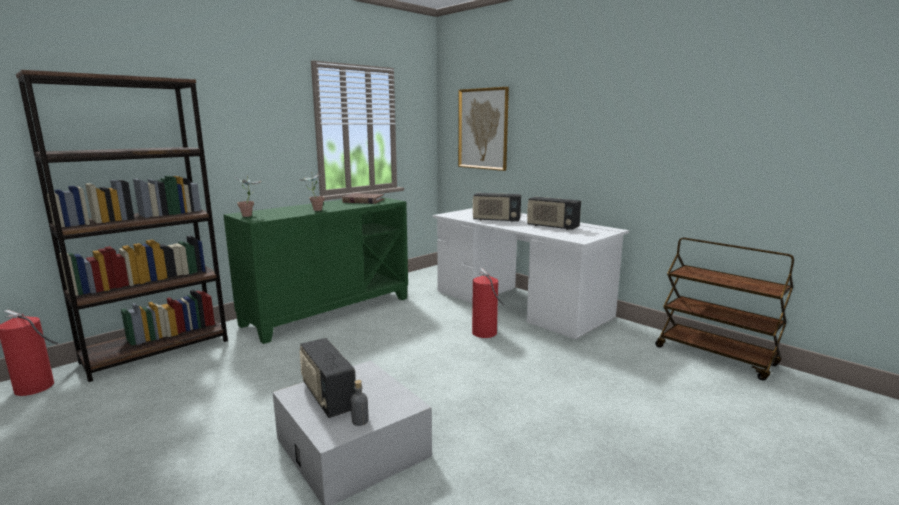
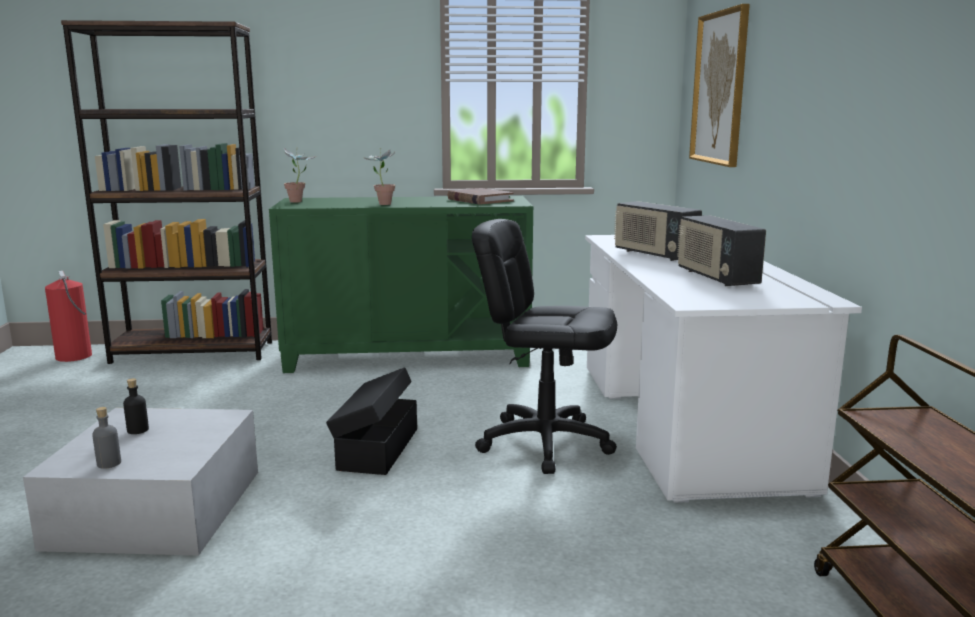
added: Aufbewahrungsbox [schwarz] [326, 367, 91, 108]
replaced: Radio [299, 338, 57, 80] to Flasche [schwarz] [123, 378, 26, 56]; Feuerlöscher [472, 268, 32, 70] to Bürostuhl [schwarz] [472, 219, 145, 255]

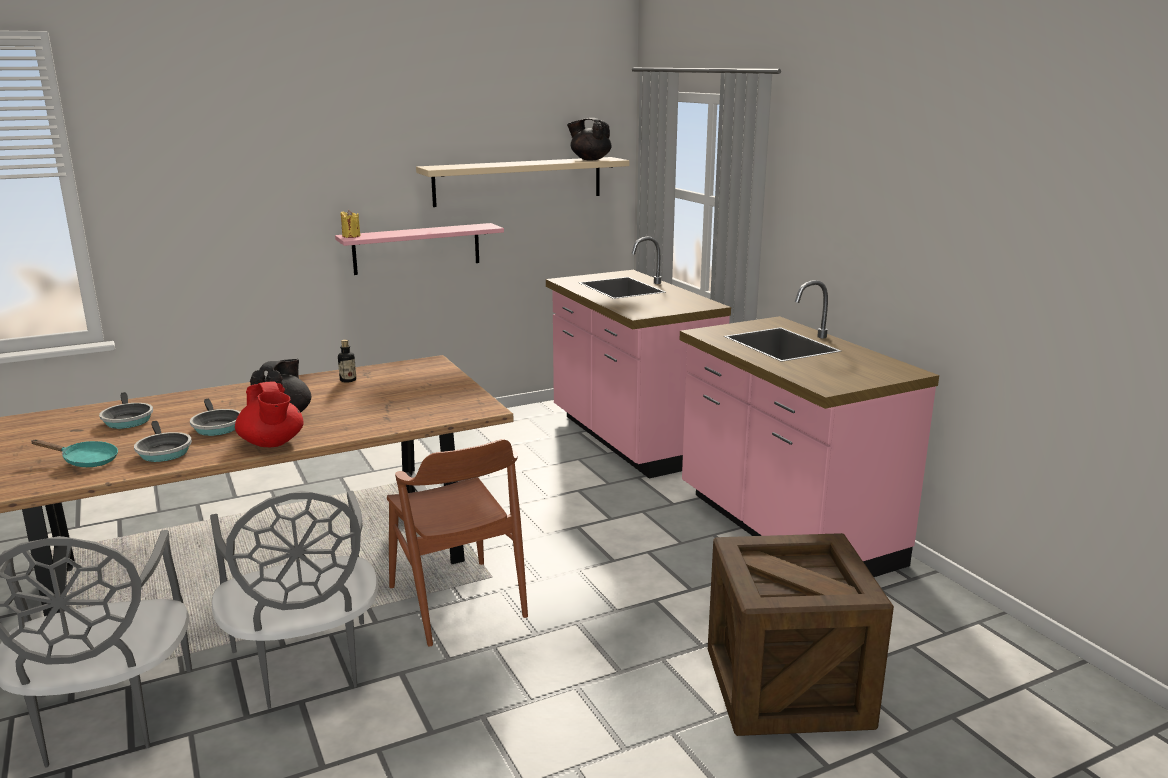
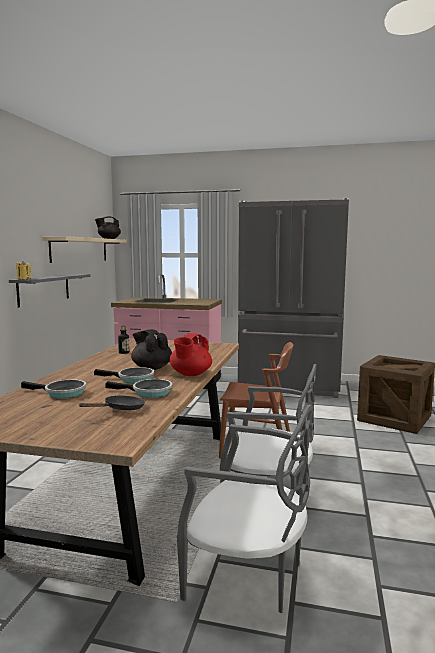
replaced: Küchenzeile [rosa] [680, 280, 259, 297] to Kühlschrank [grau] [238, 198, 111, 200]
recoloured: Pfanne [türkis] [31, 439, 87, 28] to Pfanne [schwarz] [78, 396, 67, 14]; Wandregal [rosa] [335, 223, 169, 52] to Wandregal [grau] [9, 274, 82, 34]
turned: Teekanne [rot] [235, 381, 69, 66] = [169, 333, 43, 43] 105 degrees clockwise

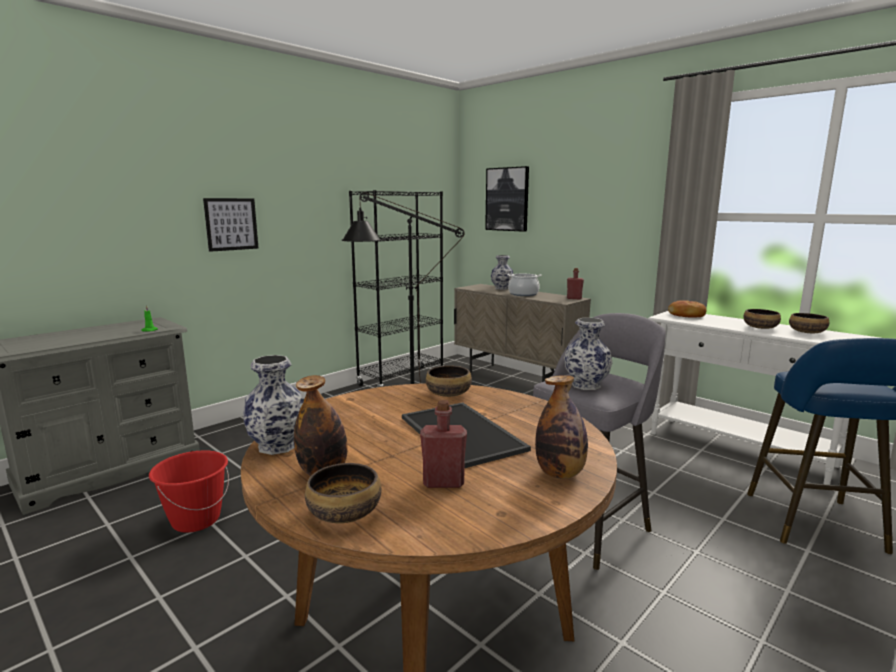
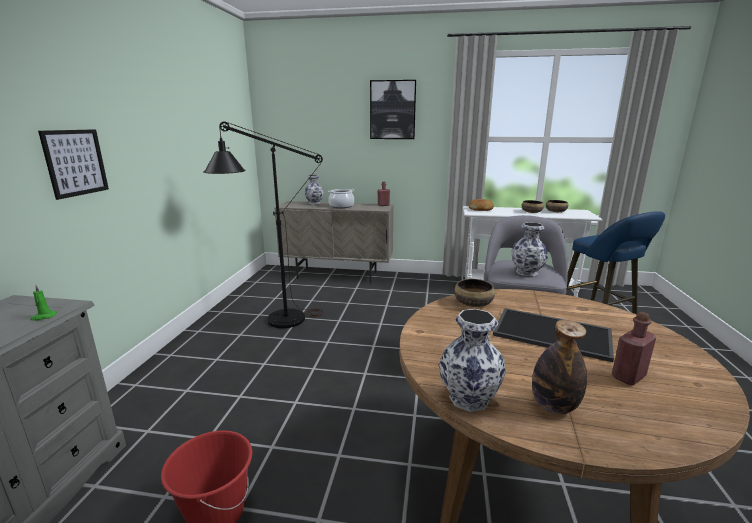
removed: Schüssel [305, 463, 76, 60]; Bücherregal [schwarz] [349, 190, 94, 198]; Flasche [535, 375, 53, 104]
moved: Bild [485, 166, 44, 66] to [370, 80, 46, 59]

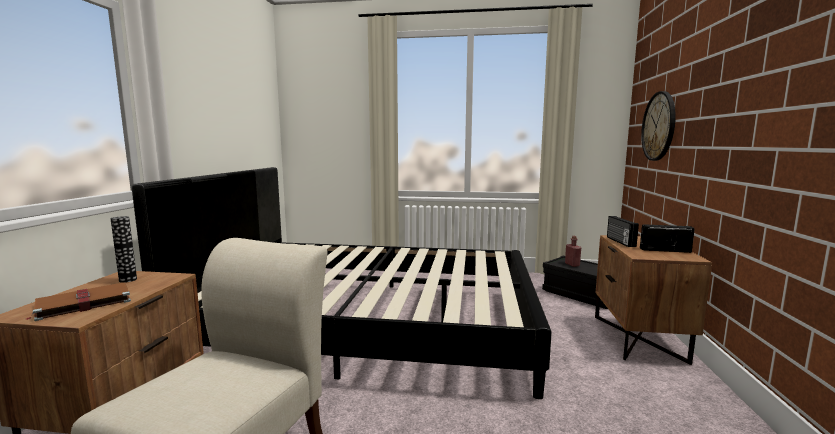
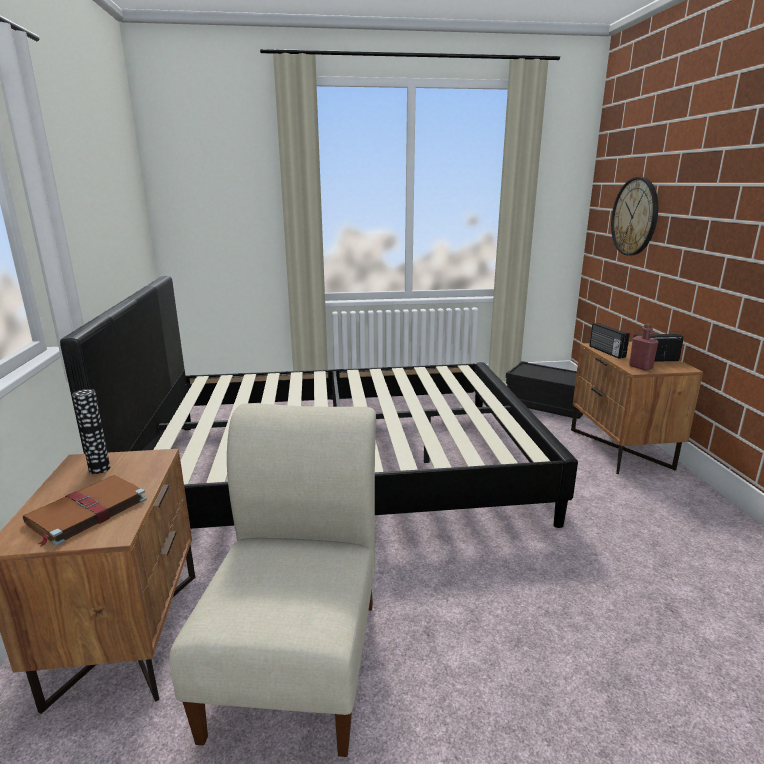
moved: Flasche [rot] [565, 236, 16, 31] to [629, 323, 29, 48]

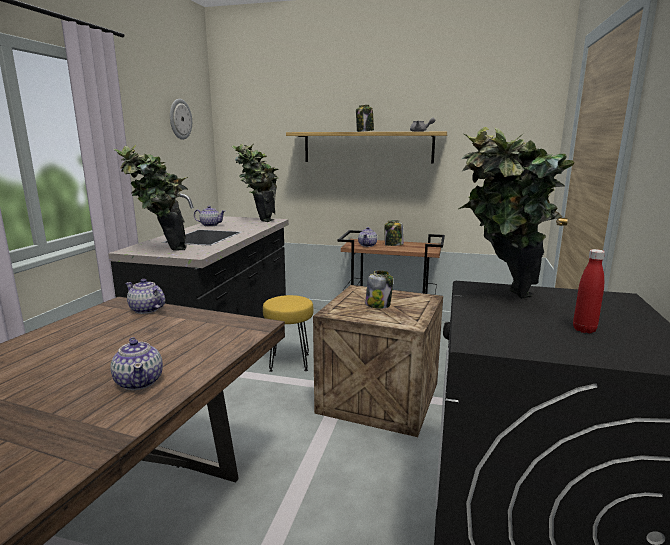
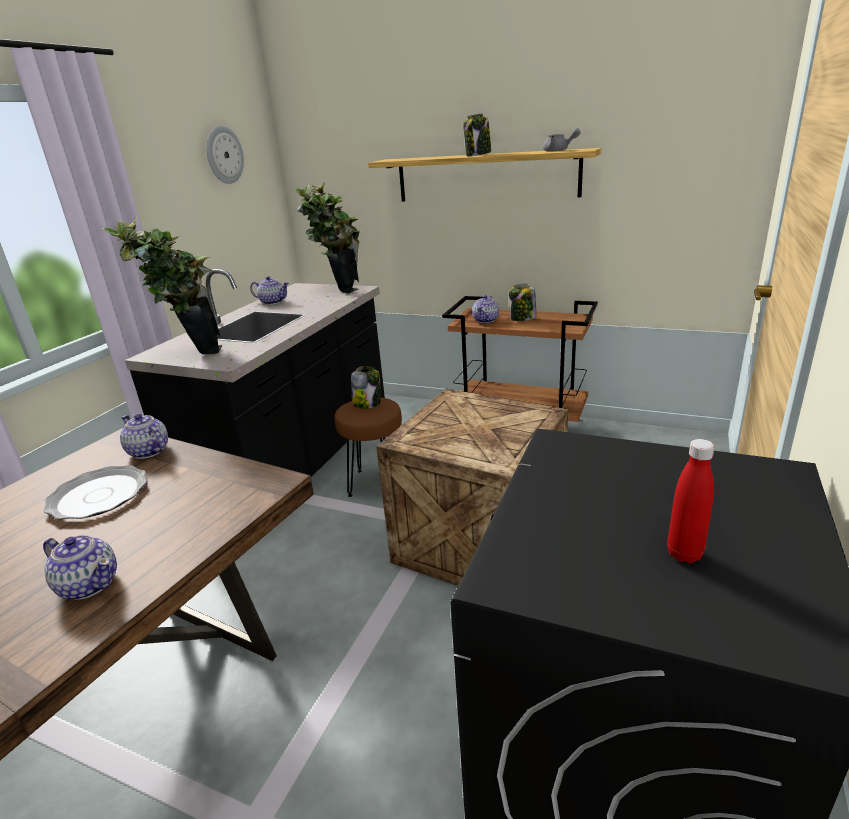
removed: Topfpflanze [458, 127, 117, 172]
added: Teller [43, 465, 104, 54]
moved: Vorratsglas [365, 270, 28, 39] to [351, 366, 30, 43]
recoloured: Hocker [gelb] [263, 295, 51, 77] to Hocker [braun] [334, 398, 68, 99]
turned: Teekanne [110, 337, 53, 53] = [43, 535, 74, 65] 45 degrees counterclockwise

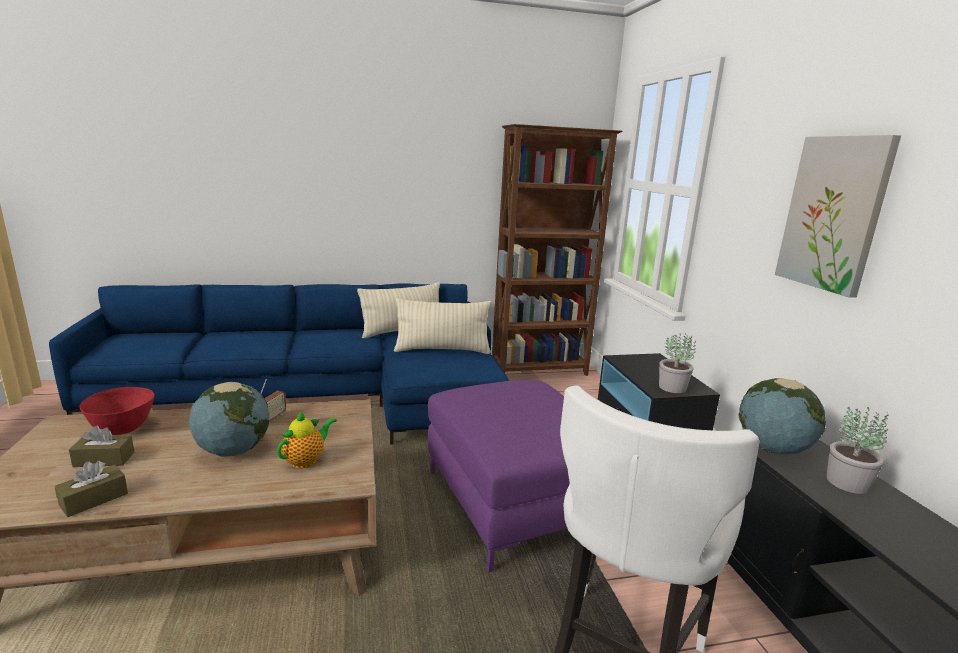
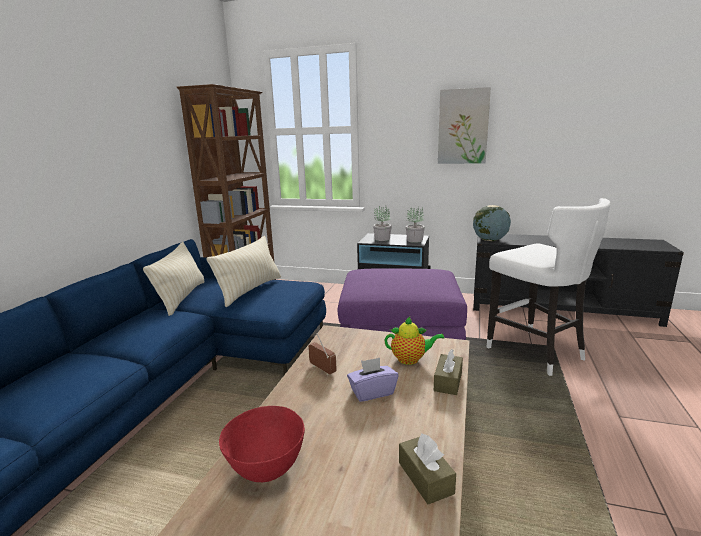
moved: Taschentuchbox [braun] [69, 425, 65, 42] to [434, 349, 29, 46]; Topfpflanze [827, 407, 61, 87] to [373, 206, 19, 35]
replaced: Globus [189, 382, 80, 75] to Taschentuchbox [lila] [347, 358, 51, 44]
turned: Teekanne [277, 412, 60, 57] = [384, 317, 60, 48] 120 degrees clockwise

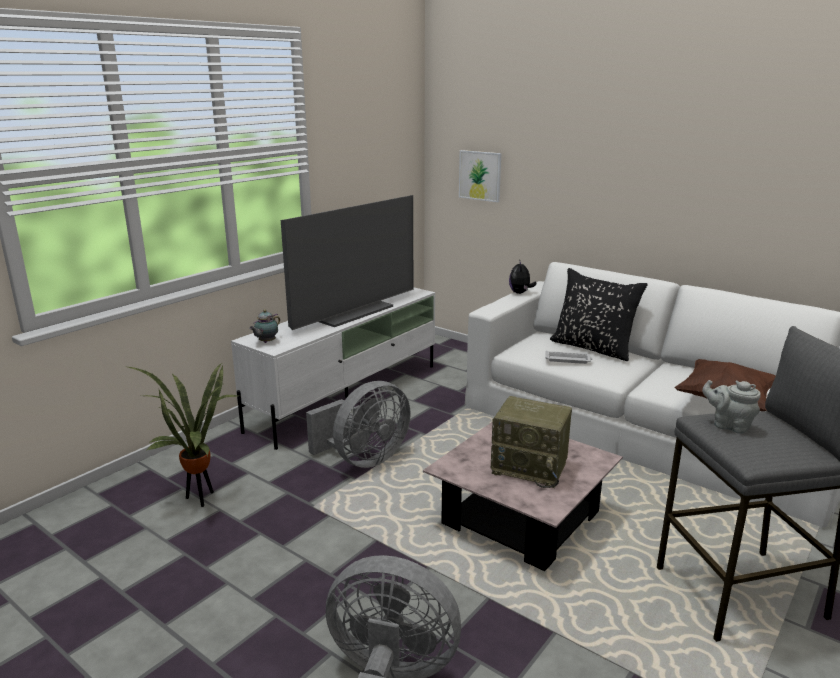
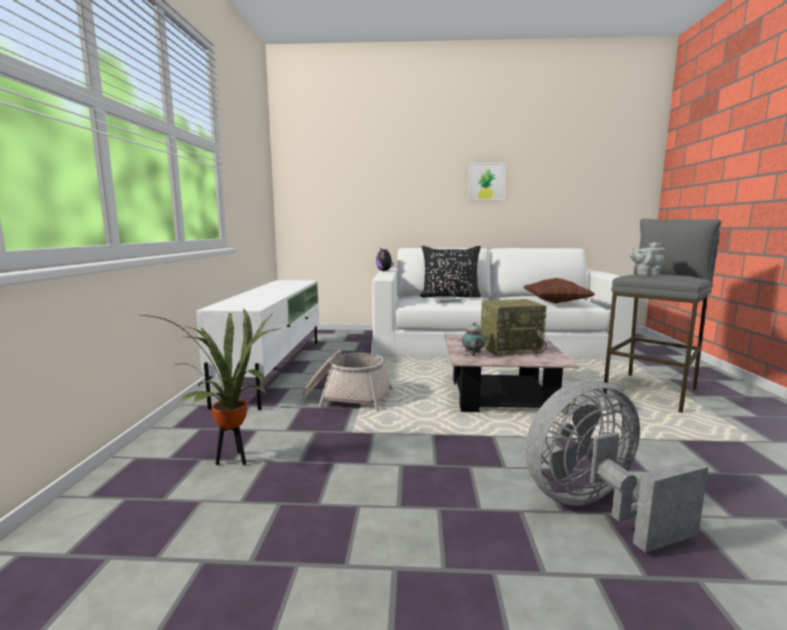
removed: Fernseher [281, 195, 132, 135]
moved: Teekanne [249, 310, 31, 33] to [462, 322, 24, 33]; Bild [459, 150, 42, 52] to [468, 163, 38, 37]
replaced: Ventilator [grau] [306, 381, 105, 87] to Korb [302, 350, 91, 61]

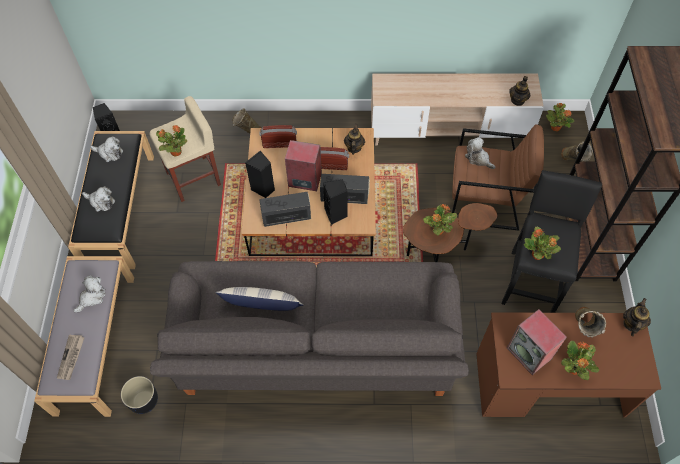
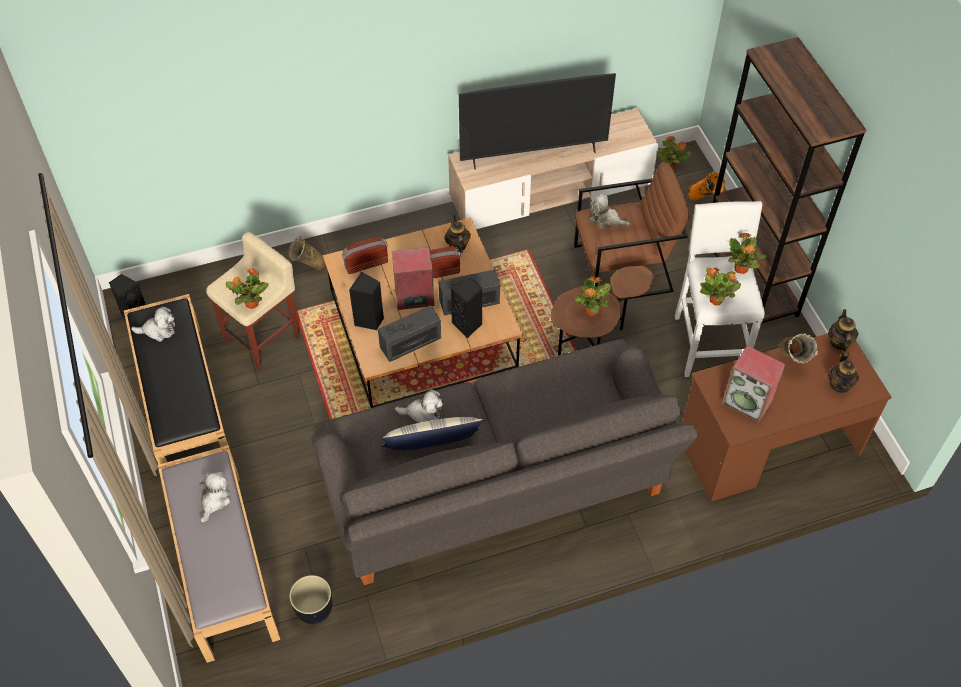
removed: Zeitung [57, 335, 28, 45]
added: Fernseher [459, 73, 157, 97]
moved: Plüschtier [82, 186, 33, 26] to [395, 389, 48, 34]; Teekanne [509, 76, 21, 30] to [828, 351, 31, 42]; Topfpflanze [561, 341, 38, 39] to [728, 232, 38, 42]
recoloured: Hocker [schwarz] [502, 170, 100, 143] to Hocker [weiß] [675, 201, 90, 176]; Vase [beige] [561, 142, 32, 19] to Vase [orange] [688, 171, 37, 30]

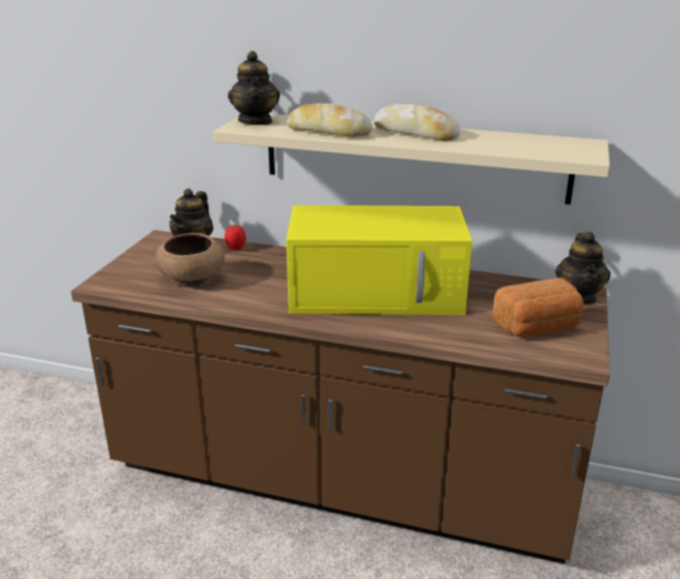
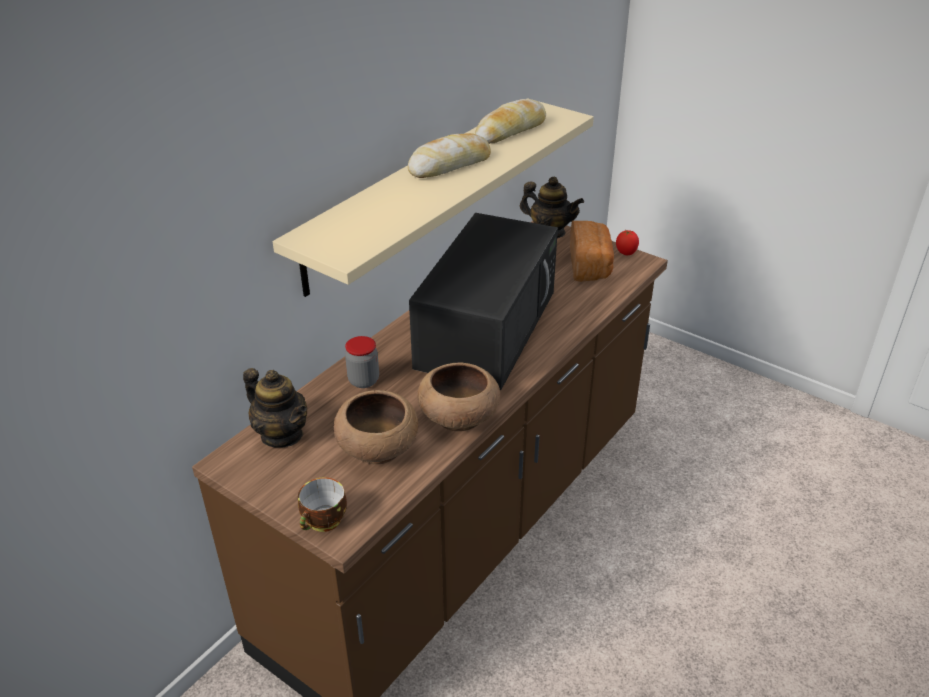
removed: Teekanne [228, 51, 52, 74]
added: Tasse [298, 478, 49, 54]; Vorratsglas [345, 336, 34, 52]; Schüssel [braun] [417, 362, 83, 69]
moved: Tomate [225, 225, 21, 25] to [616, 230, 23, 25]; Brot [287, 103, 86, 34] to [475, 99, 71, 45]
recoloured: Mikrowelle [gelb] [286, 205, 186, 110] to Mikrowelle [schwarz] [409, 213, 149, 177]

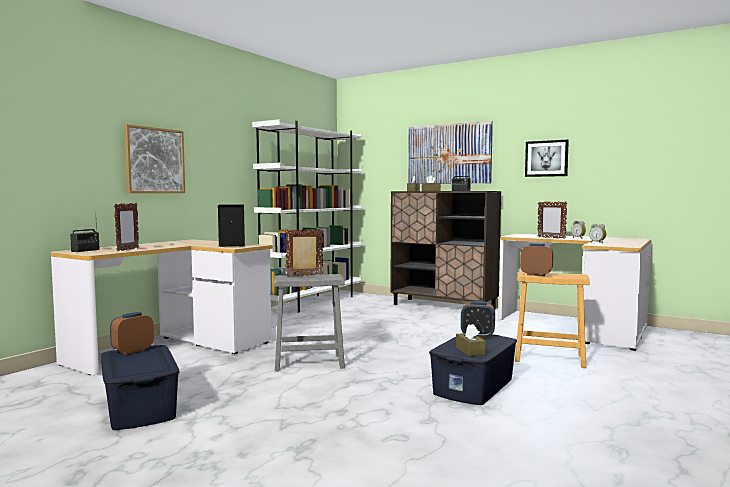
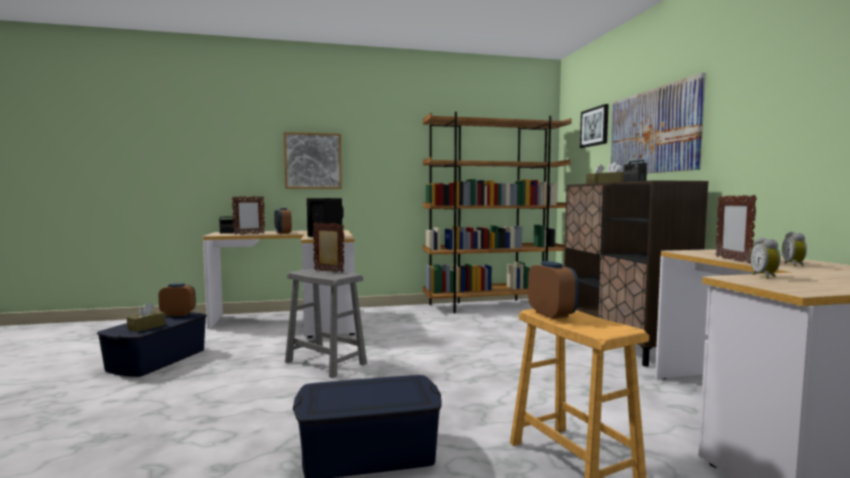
moved: Taschentuchbox [braun] [456, 324, 30, 32] to [127, 303, 39, 29]; Wecker [461, 301, 34, 37] to [274, 208, 18, 26]; Bild [525, 140, 44, 37] to [580, 104, 29, 44]
recoloured: Bücherregal [weiß] [252, 119, 110, 194] to Bücherregal [braun] [423, 112, 149, 201]

